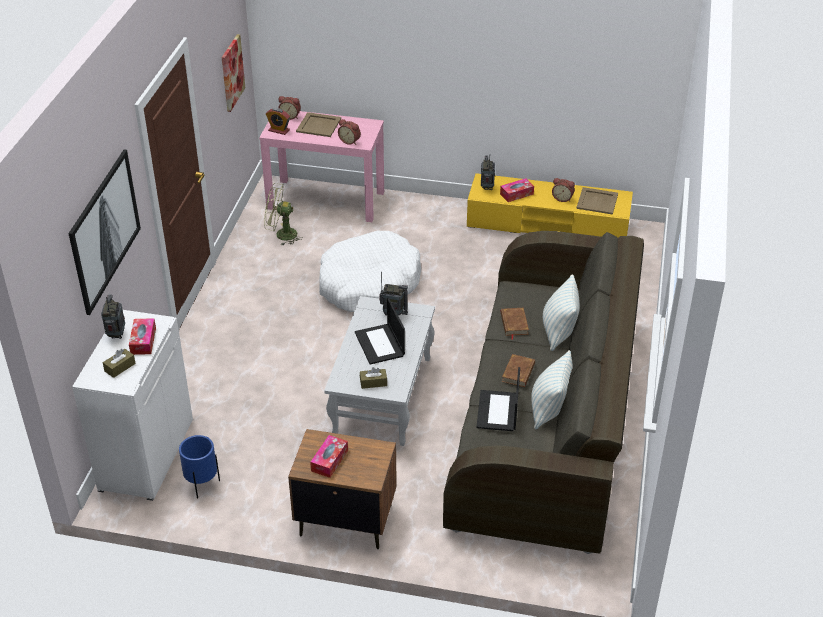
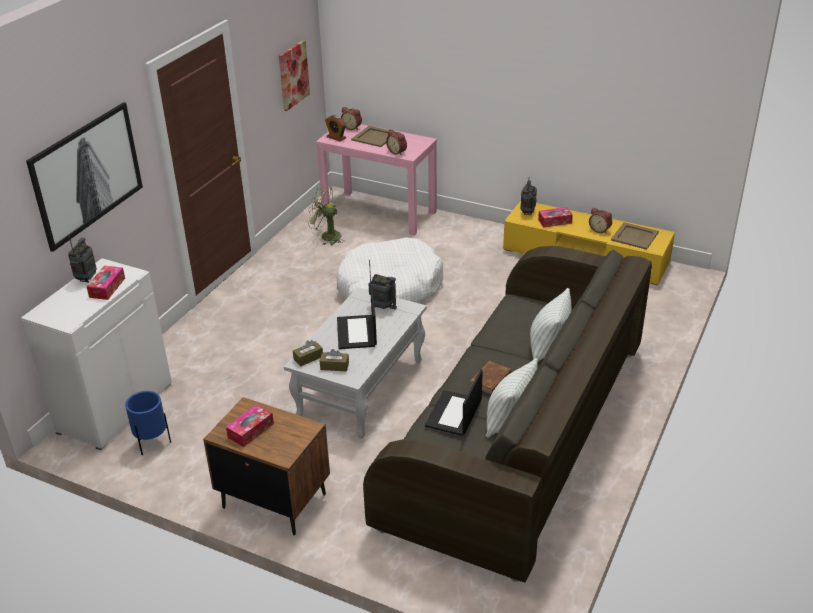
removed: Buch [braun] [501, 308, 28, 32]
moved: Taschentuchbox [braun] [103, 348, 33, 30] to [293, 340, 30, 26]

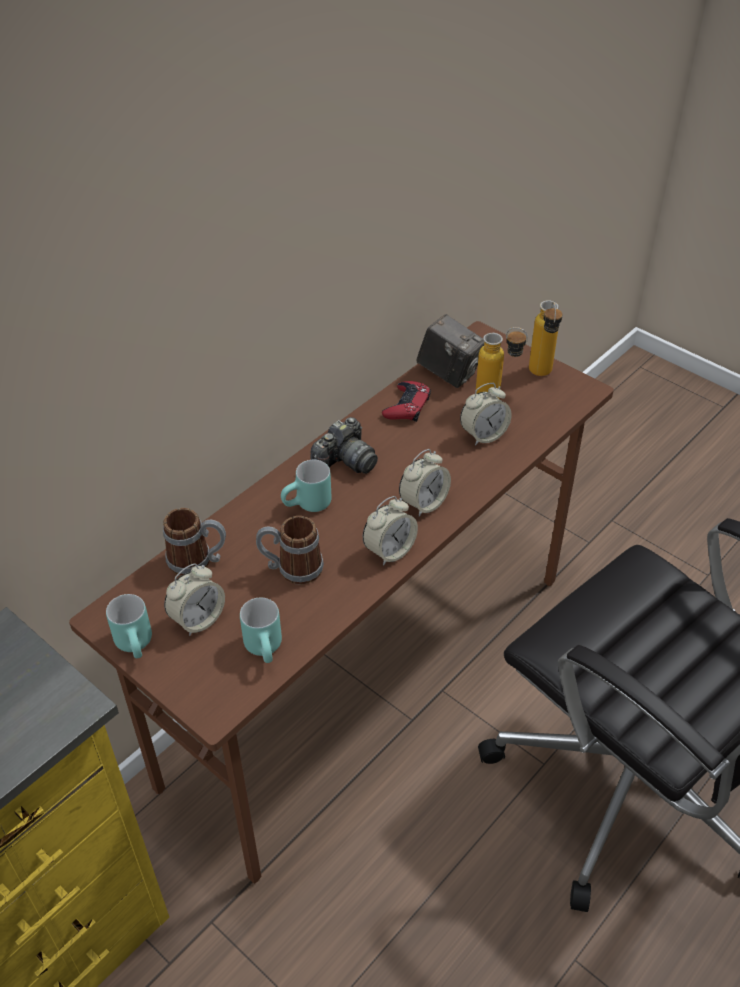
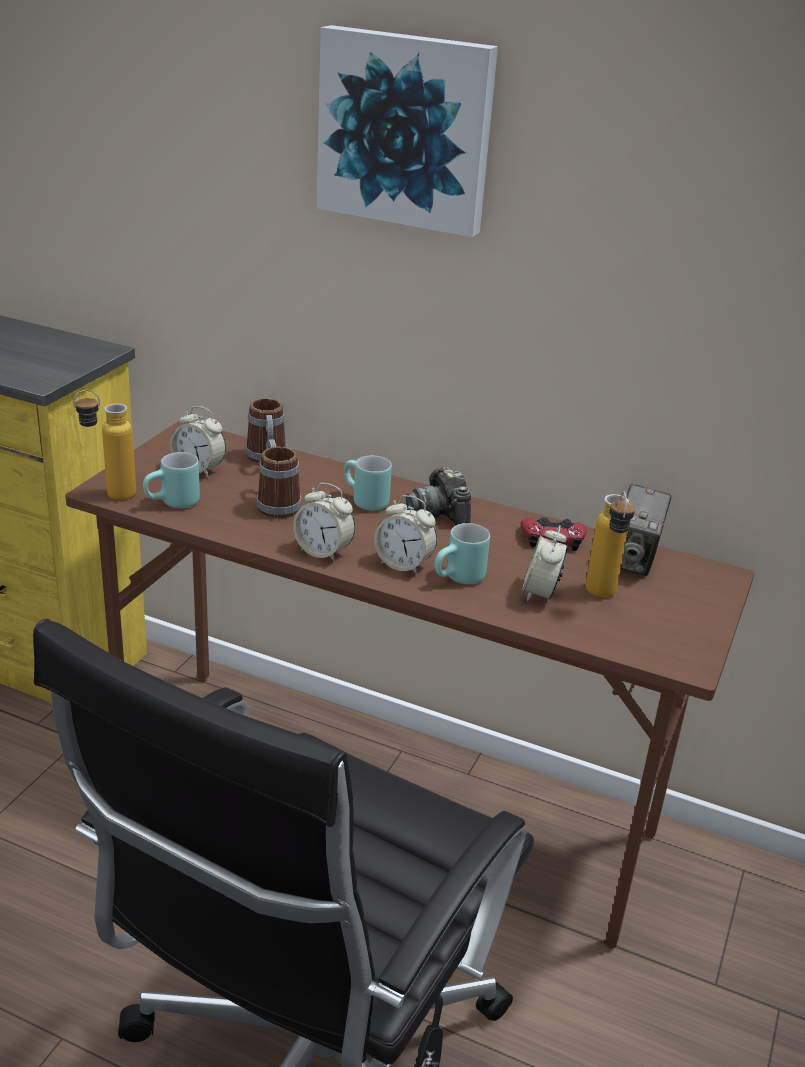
added: Bild [317, 25, 181, 212]
moved: Henkelbecher [türkis] [106, 594, 46, 64] to [434, 523, 56, 61]; Flasche [529, 300, 34, 76] to [73, 390, 63, 110]
turned: Kamera [311, 417, 67, 57] = [406, 467, 65, 58] 45 degrees clockwise; Wecker [460, 383, 52, 63] = [522, 525, 46, 76] 60 degrees clockwise

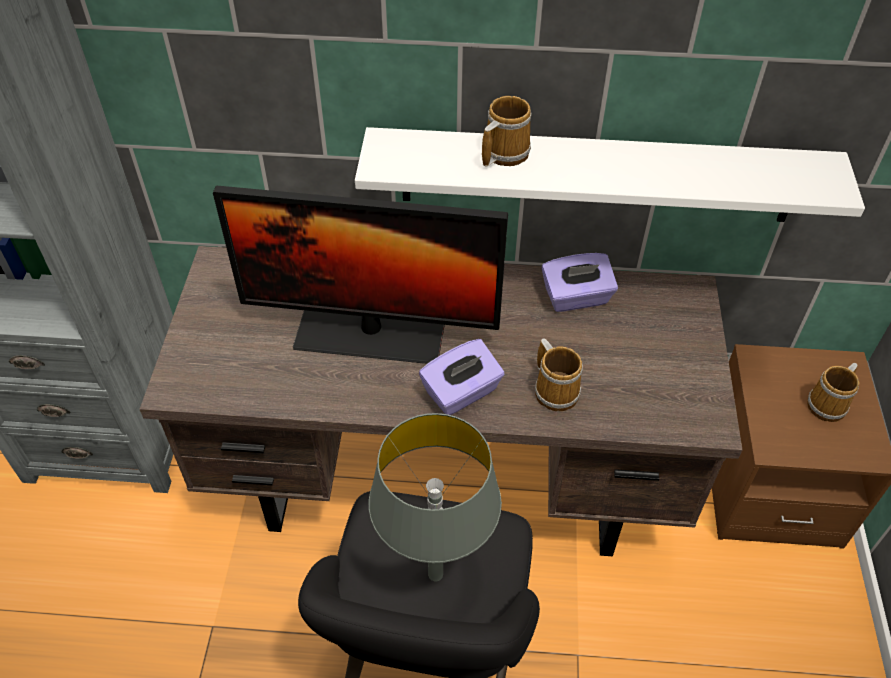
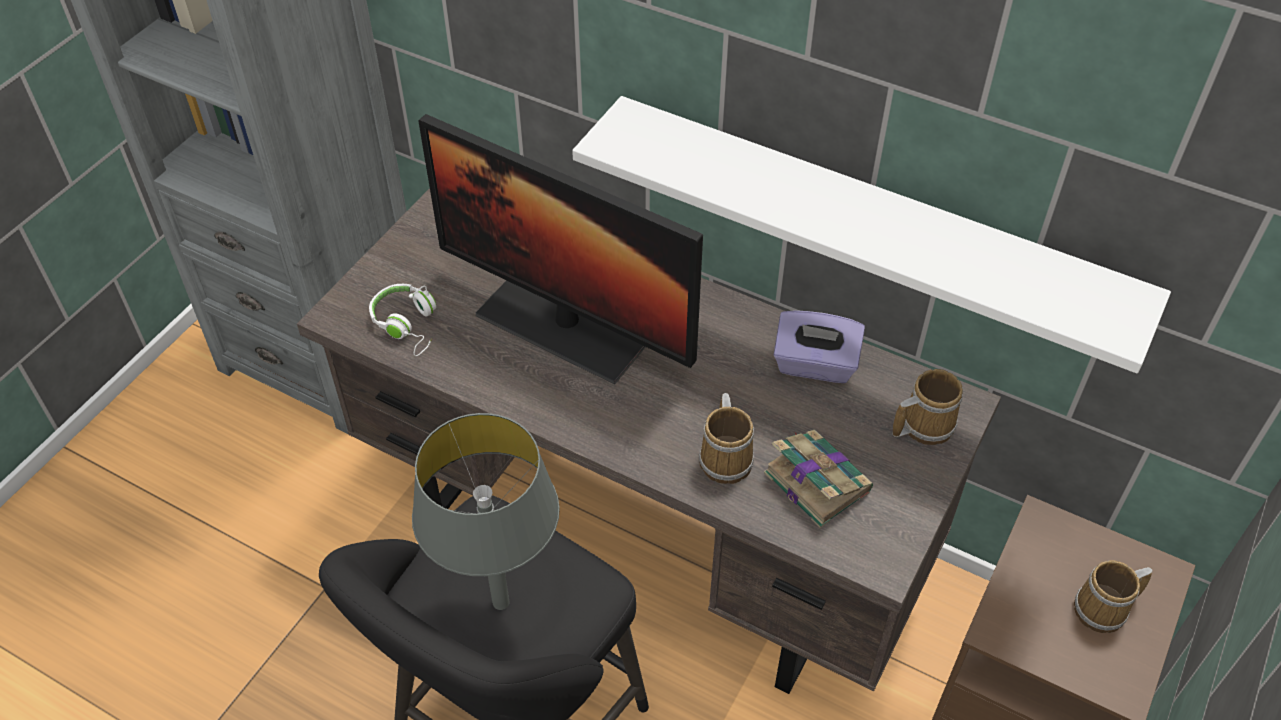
removed: Taschentuchbox [lila] [419, 339, 86, 76]
added: Kopfhörer [weiß] [369, 284, 67, 72]; Buch [764, 430, 109, 98]
moved: Henkelbecher [482, 96, 50, 70] to [892, 369, 71, 76]

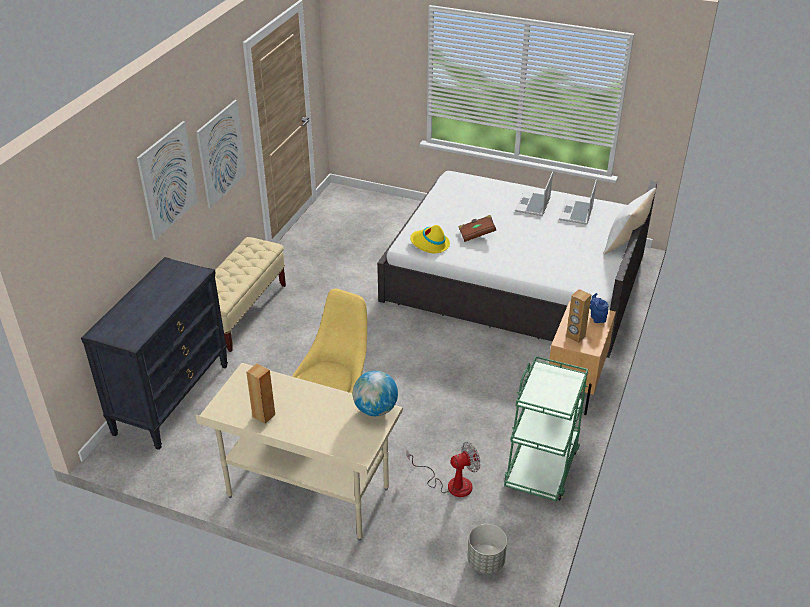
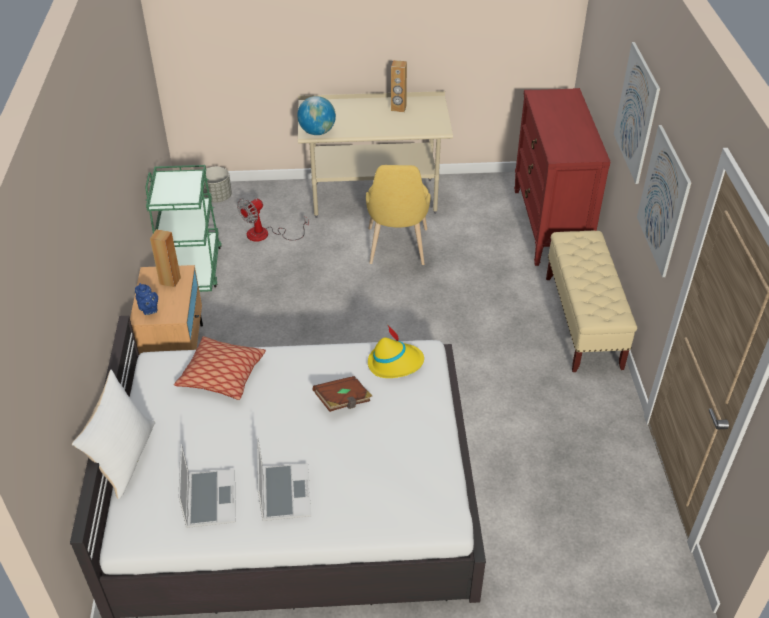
added: Kissen [174, 336, 92, 64]
recoloured: Kommode [schwarz] [81, 257, 147, 193] to Kommode [rot] [514, 88, 97, 178]

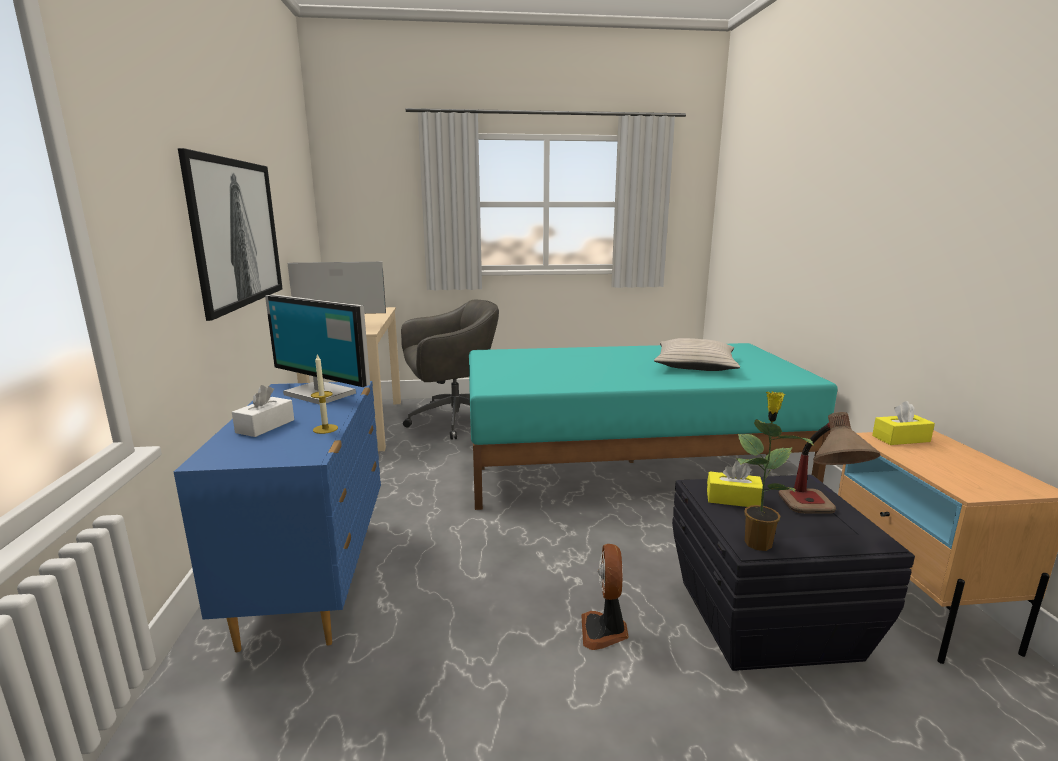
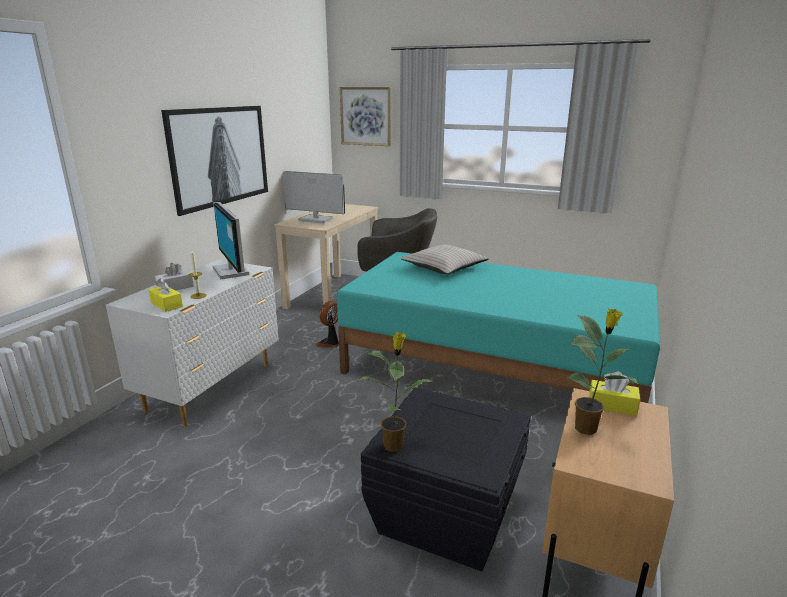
removed: Tischlampe [778, 412, 102, 102]
added: Bild [340, 87, 51, 59]; Topfpflanze [567, 309, 71, 126]
moved: Ventilator [581, 544, 48, 106] to [315, 301, 24, 47]; Kissen [beige] [654, 338, 86, 33] to [400, 245, 89, 29]; Taschentuchbox [gelb] [707, 461, 56, 46] to [149, 278, 34, 34]
recoloured: Kommode [blau] [174, 381, 207, 271] to Kommode [weiß] [106, 259, 173, 167]

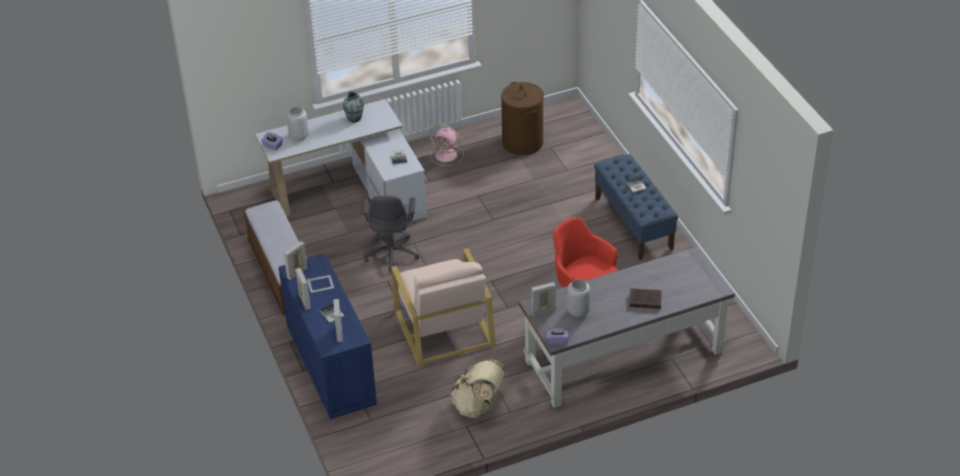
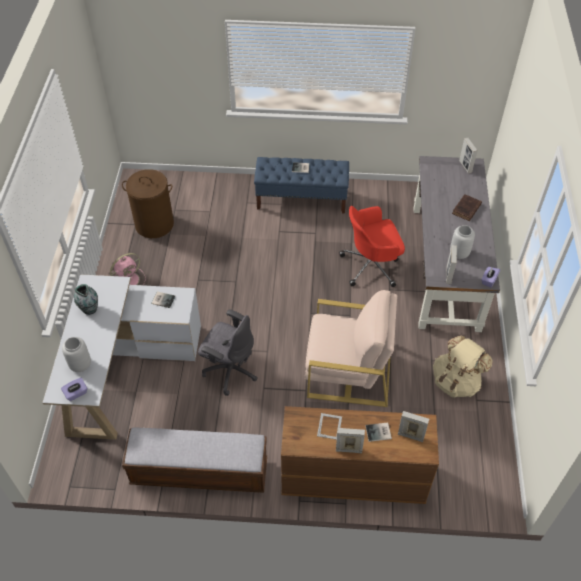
moved: Bilderrahmen [283, 241, 25, 40] to [459, 138, 19, 36]
recoloured: Kommode [blau] [278, 253, 99, 166] to Kommode [braun] [281, 406, 158, 98]

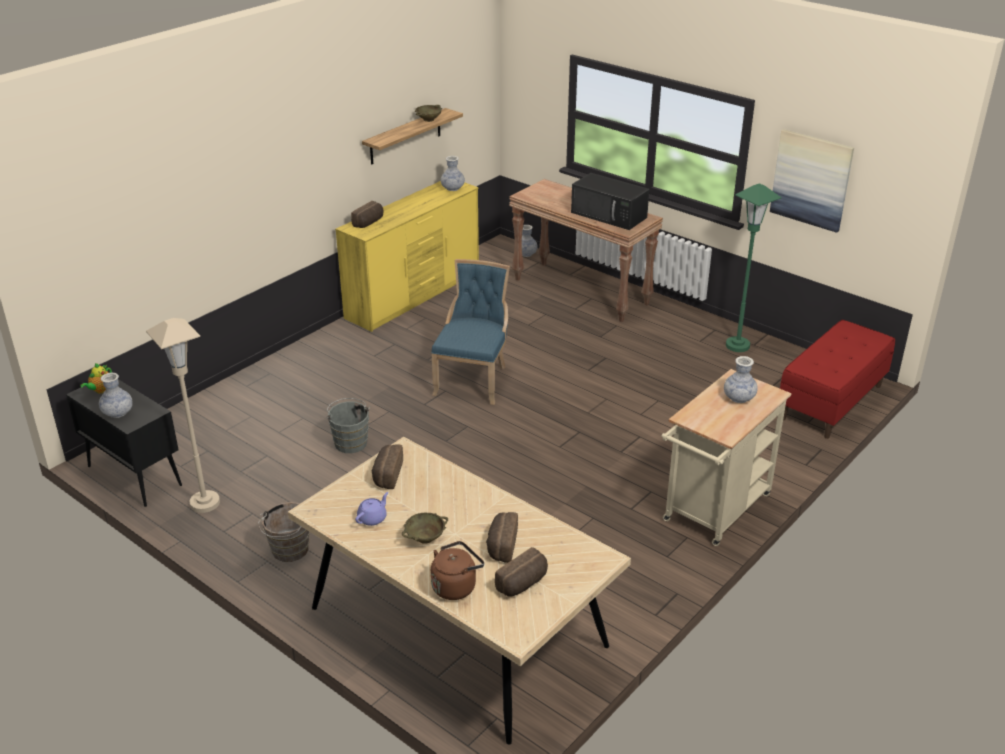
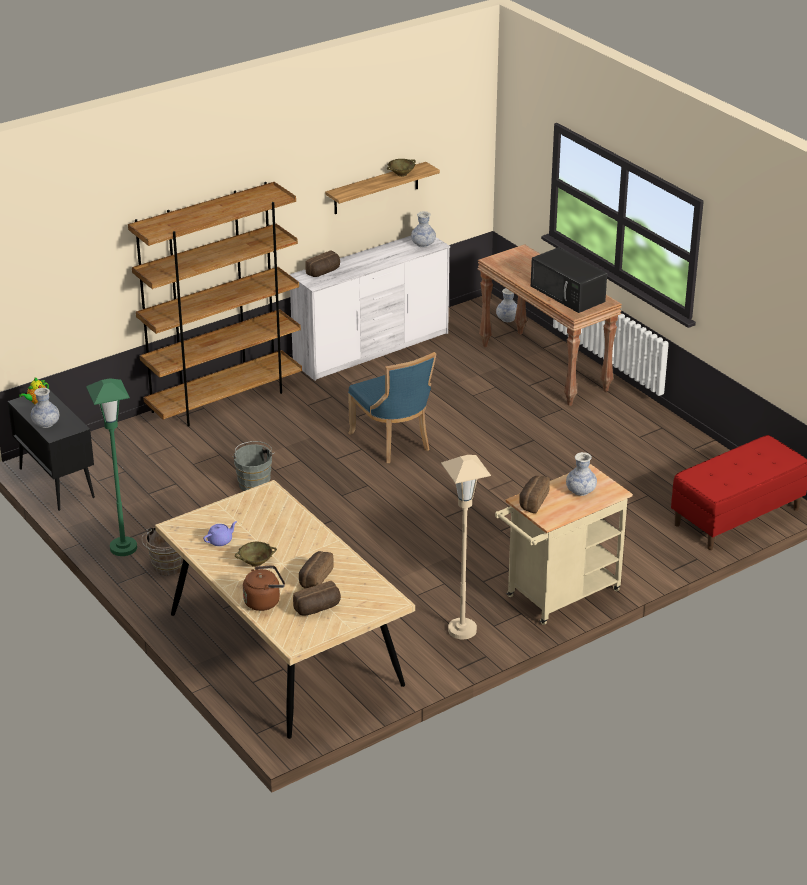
removed: Bild [770, 129, 84, 104]
added: Bücherregal [braun] [128, 182, 174, 245]
moved: Stehlampe [beige] [146, 318, 74, 195] to [441, 455, 50, 184]; Brot [371, 444, 32, 45] to [519, 476, 31, 37]; Stehlampe [grün] [726, 183, 56, 169] to [86, 378, 51, 178]
recoloured: Kommode [gelb] [335, 181, 144, 151] to Kommode [weiß] [289, 236, 161, 145]
turned: Stuhl [blau] [431, 259, 79, 146] = [348, 352, 88, 111] 120 degrees clockwise

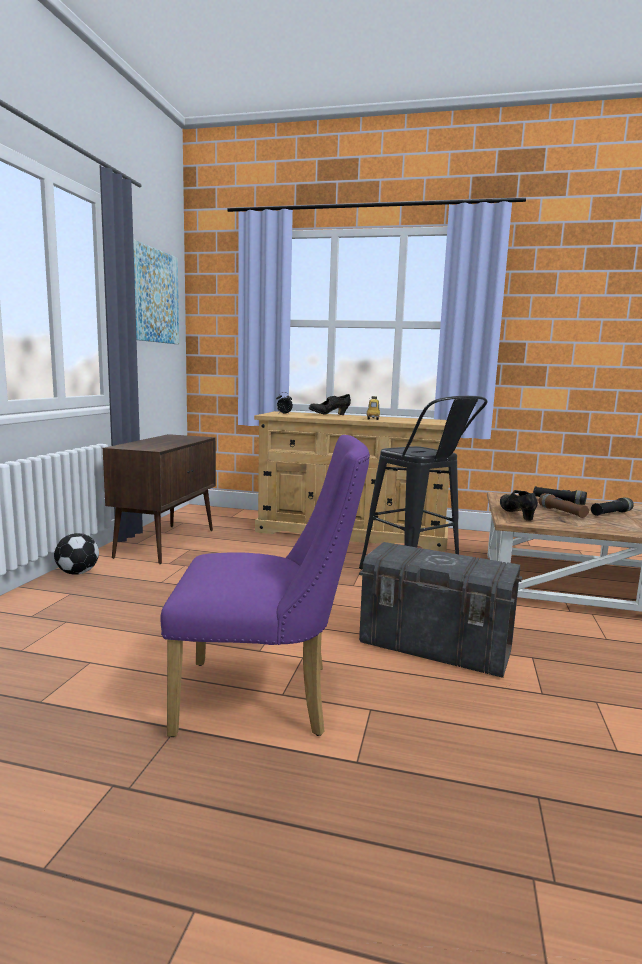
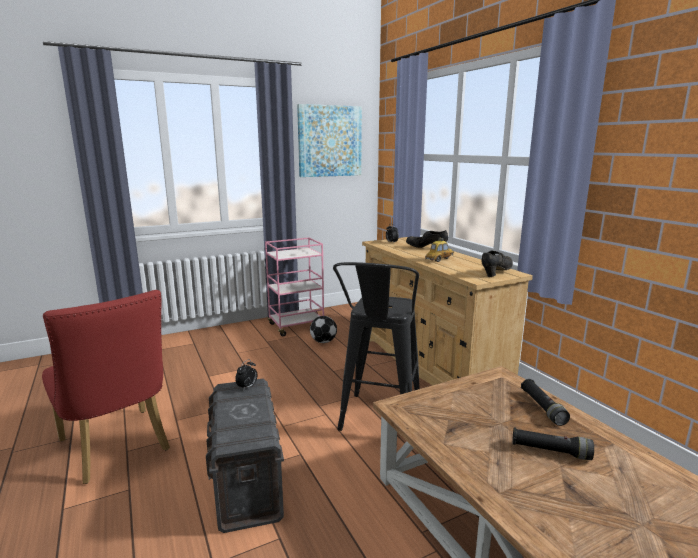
removed: Taschenlampe [braun] [539, 493, 50, 25]
added: Wecker [235, 359, 22, 32]
moved: Fußball [54, 533, 45, 42] to [310, 316, 27, 27]; Schuh [schwarz] [500, 490, 38, 31] to [481, 251, 32, 26]
replaced: Schrank [braun] [103, 434, 113, 130] to Rollwagen [rosa] [265, 238, 59, 98]
recoloured: Stuhl [lila] [160, 435, 210, 302] to Stuhl [rot] [42, 290, 128, 194]

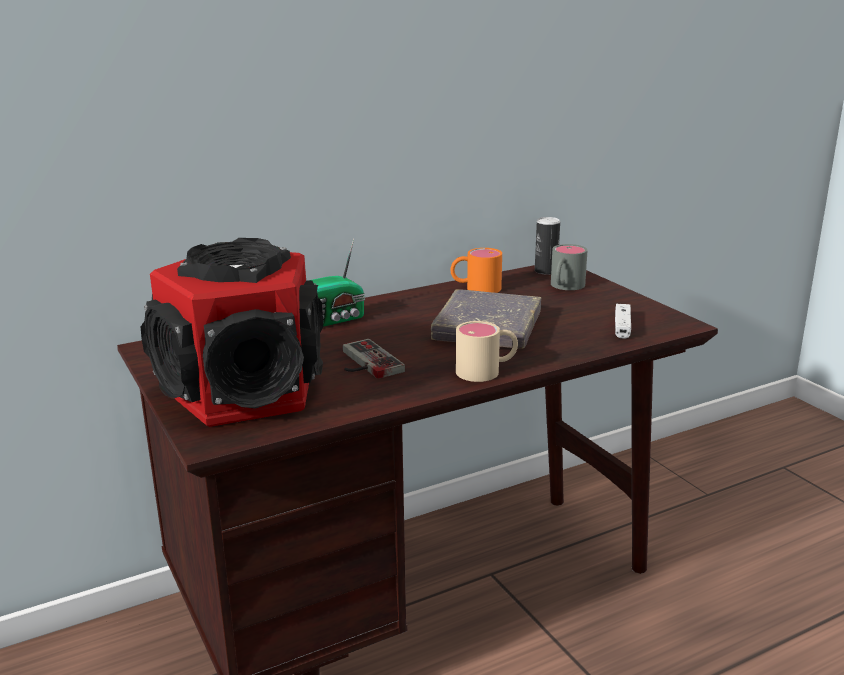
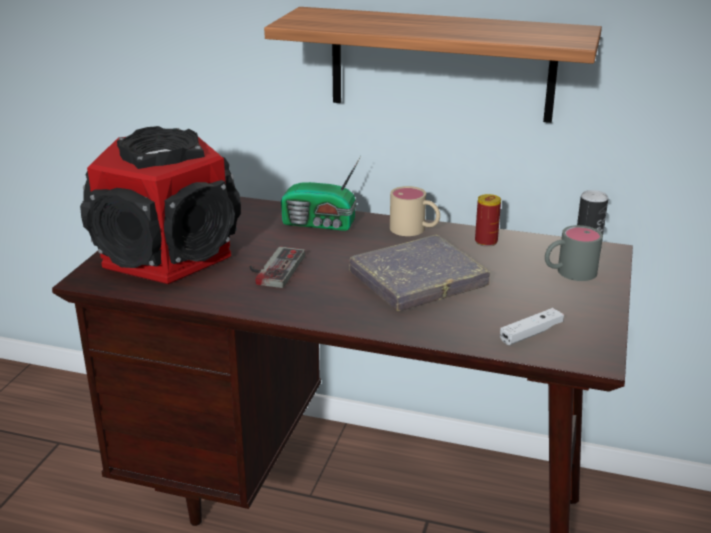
added: Wandregal [264, 7, 338, 116]
moved: Henkelbecher [beige] [456, 321, 62, 61] to [390, 186, 50, 50]
replaced: Henkelbecher [orange] [450, 248, 52, 45] to Dose [475, 194, 26, 53]

